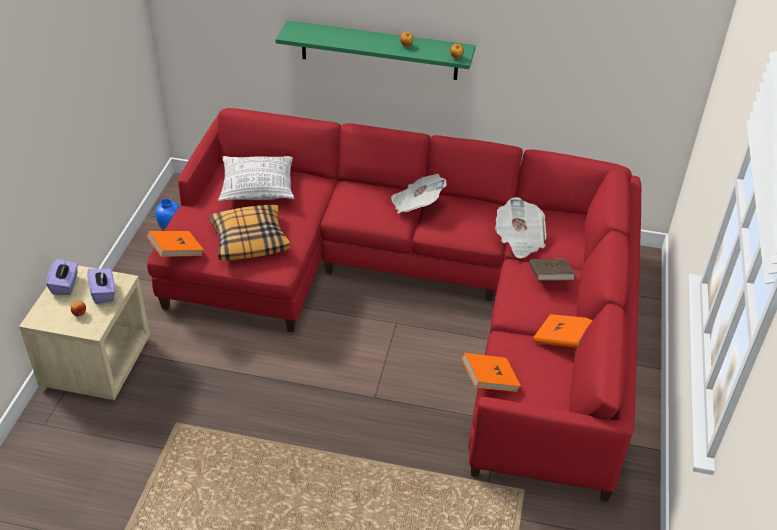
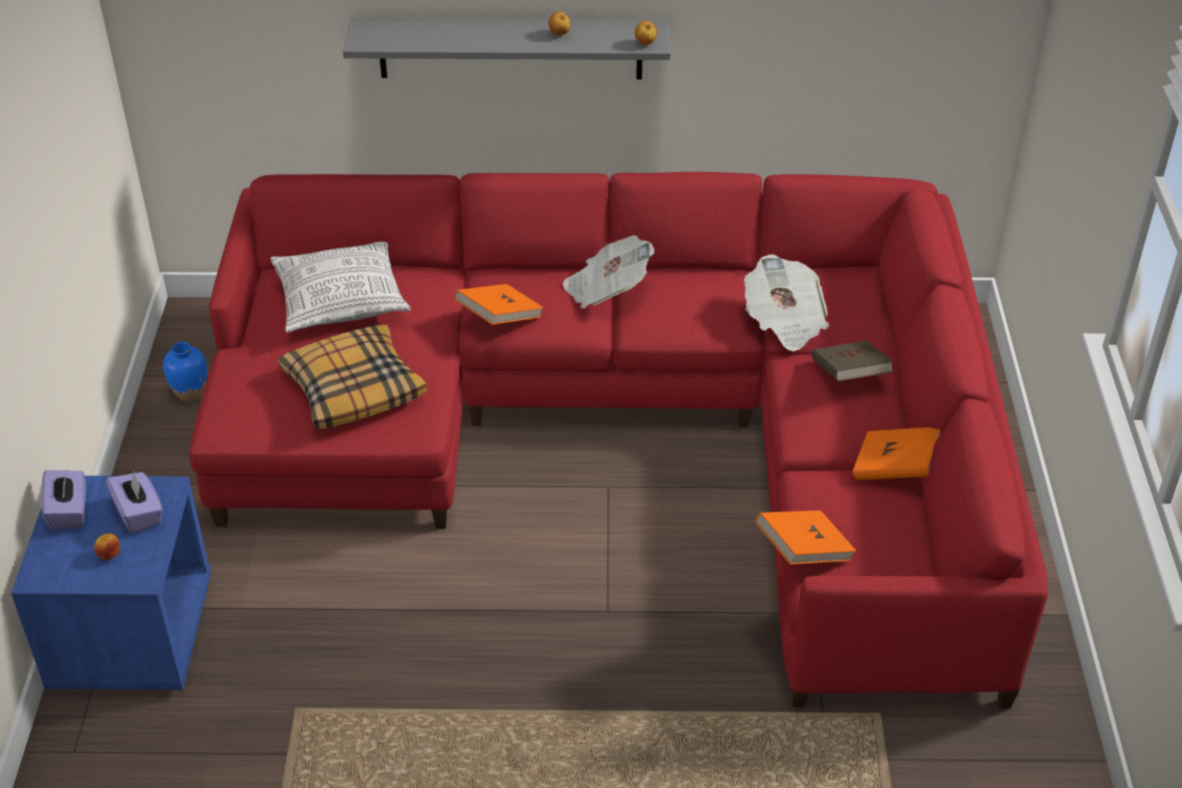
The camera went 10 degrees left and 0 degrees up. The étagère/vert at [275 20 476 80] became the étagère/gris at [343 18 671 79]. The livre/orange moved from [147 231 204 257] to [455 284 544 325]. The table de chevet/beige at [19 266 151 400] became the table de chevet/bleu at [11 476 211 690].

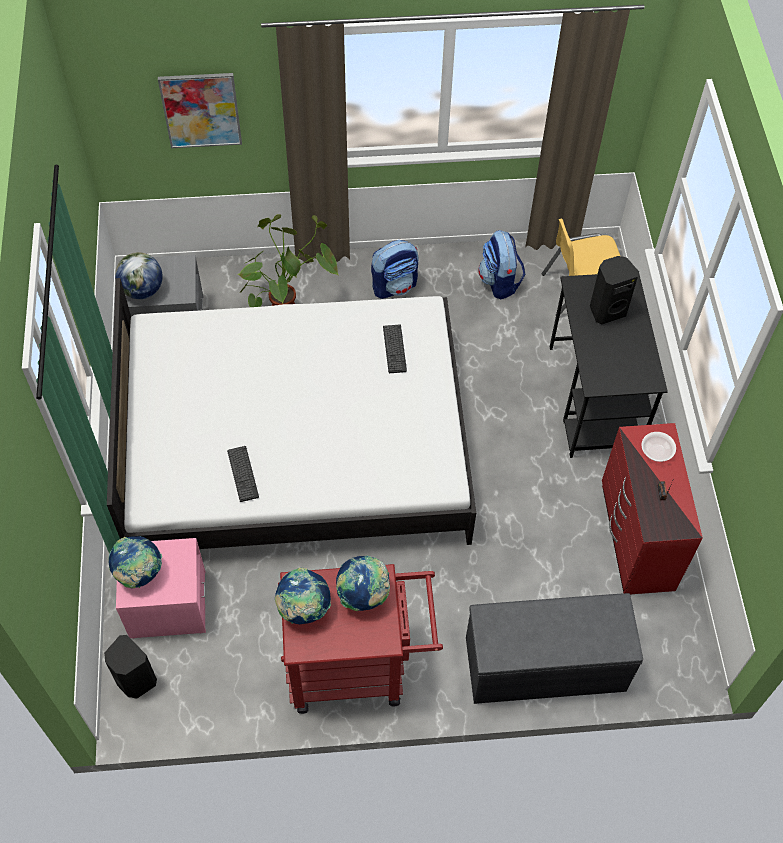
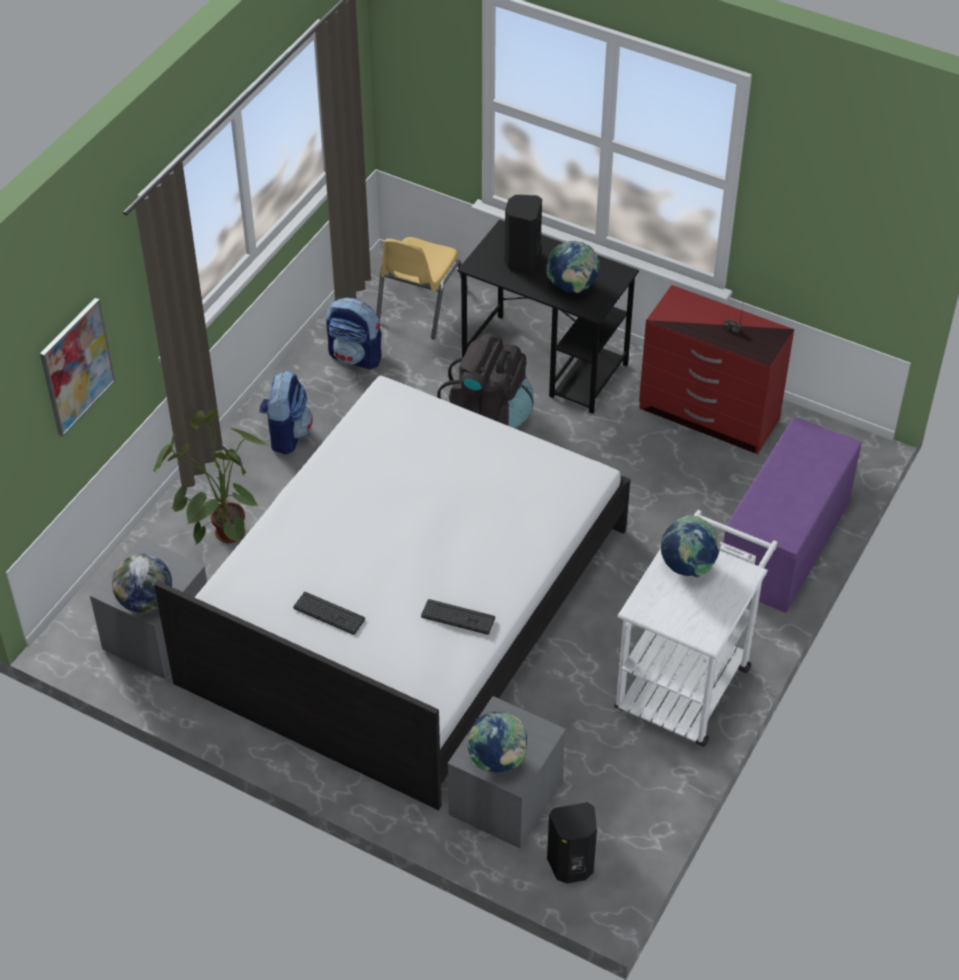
The camera went 55 degrees left and 10 degrees down. The clavier moved from [383 325 407 373] to [293 592 365 635]. The bol at [642 432 676 462] disappeared. The table de chevet/rose at [116 538 206 639] became the table de chevet/gris at [448 696 566 849]. The chariot/rouge at [278 564 443 714] became the chariot/blanc at [615 510 777 747]. The globe moved from [275 567 331 624] to [546 241 600 293]. The banc/gris at [466 593 643 704] became the banc/violet at [724 417 861 613]. The sac à dos/noir at [437 333 534 428] appeared.

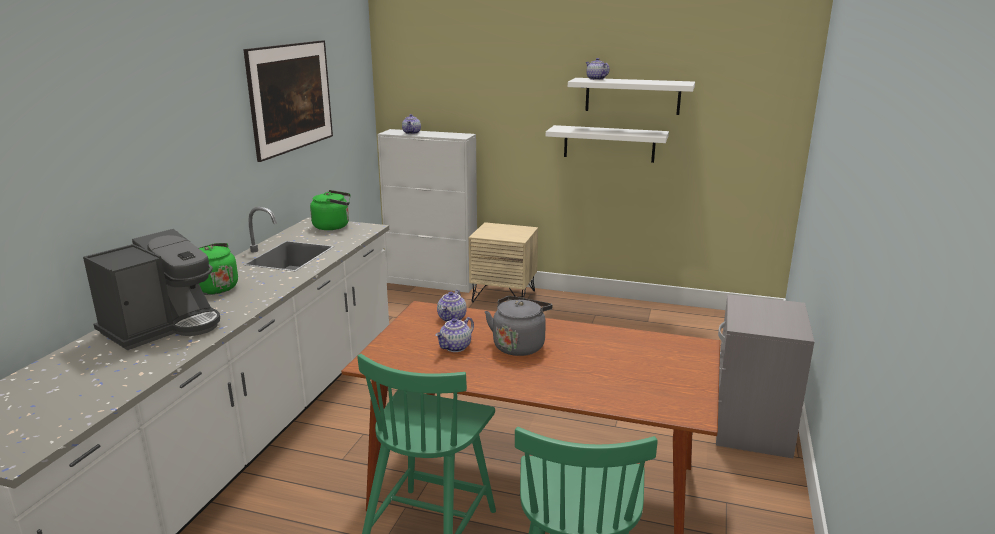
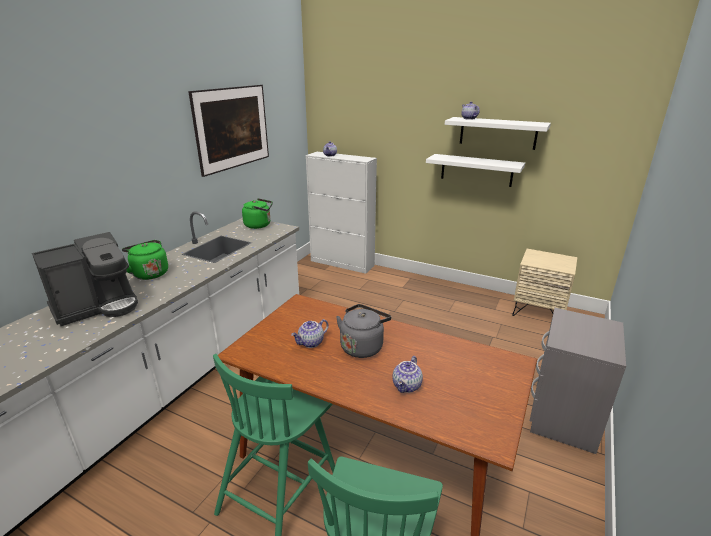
The camera went 10 degrees right and 5 degrees up. The table de chevet/beige moved from [469 222 538 302] to [512 249 577 316]. The théière moved from [437 290 467 322] to [392 356 423 393].

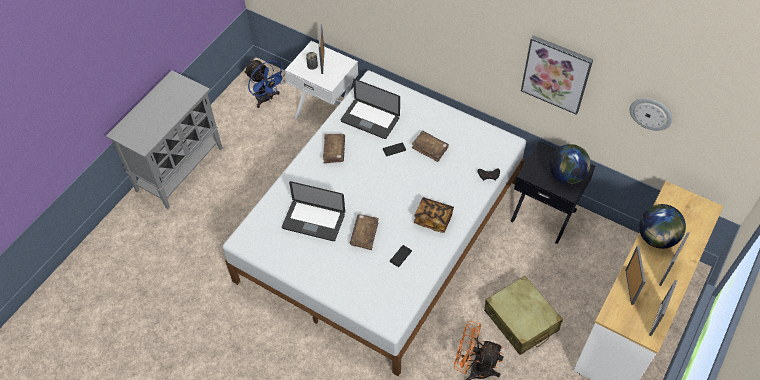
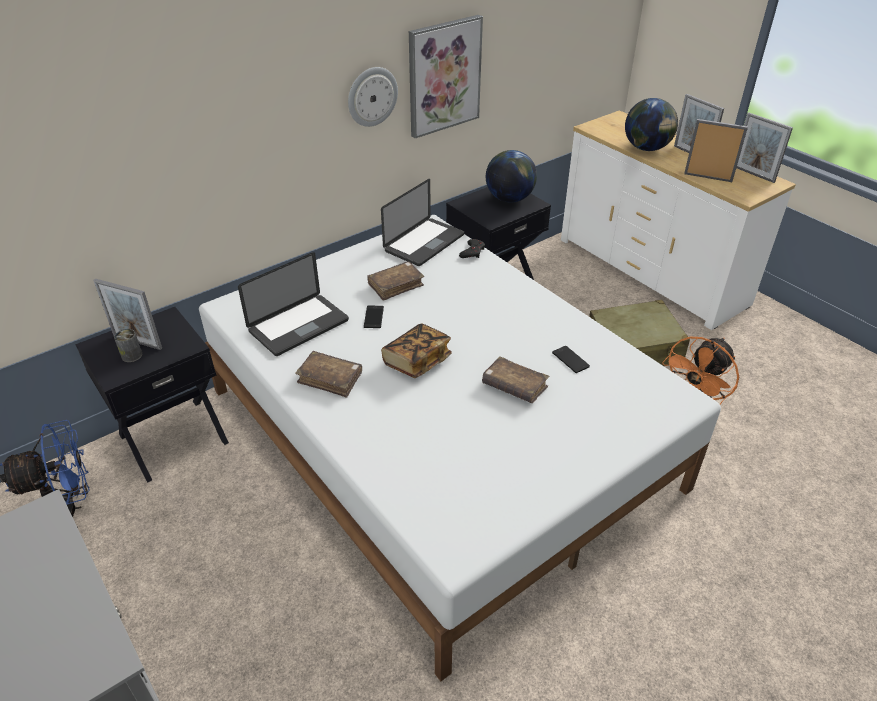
The camera went 70 degrees left and 15 degrees down. The table de chevet/blanc at [285 41 358 119] became the table de chevet/noir at [76 307 229 482]. The horloge murale moved from [630 98 673 131] to [348 67 398 127]. The ordinateur portable moved from [282 181 345 241] to [381 179 464 266]. The livre moved from [414 197 454 233] to [381 323 452 378].

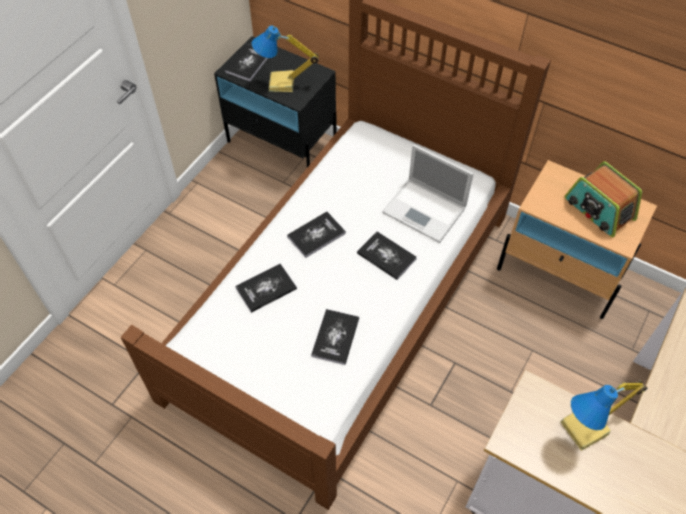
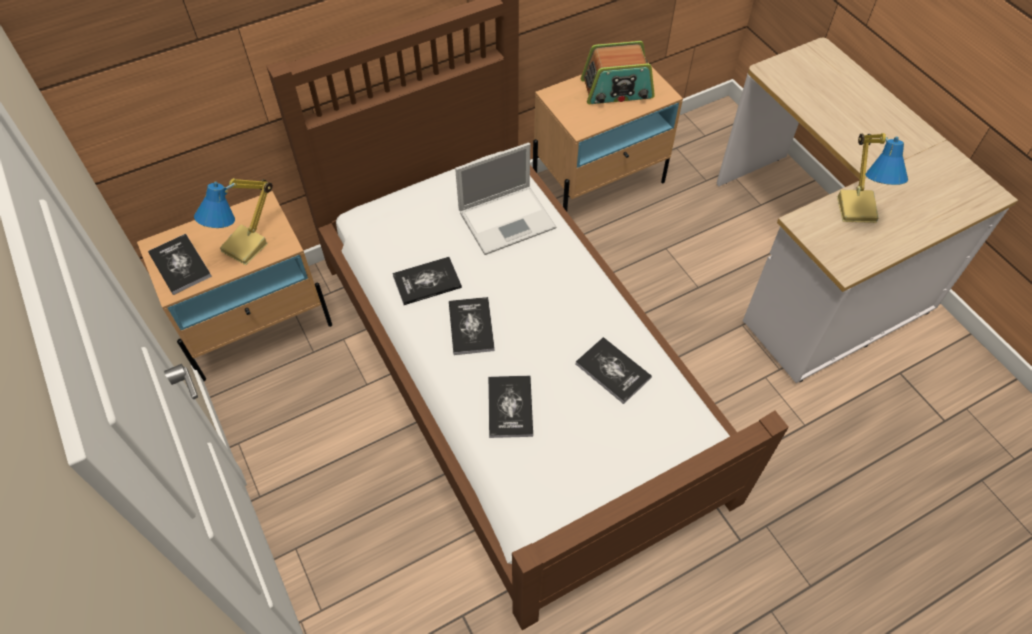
The camera went 60 degrees left and 0 degrees up. The table de chevet/noir at [214 36 337 167] became the table de chevet/beige at [137 191 332 381]. The livre moved from [357 231 417 280] to [392 257 462 305].

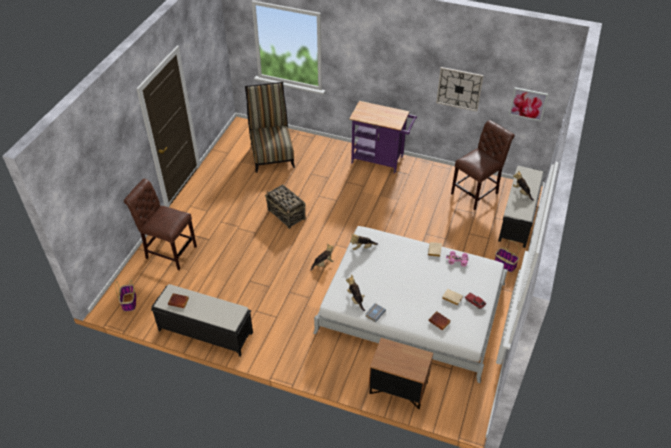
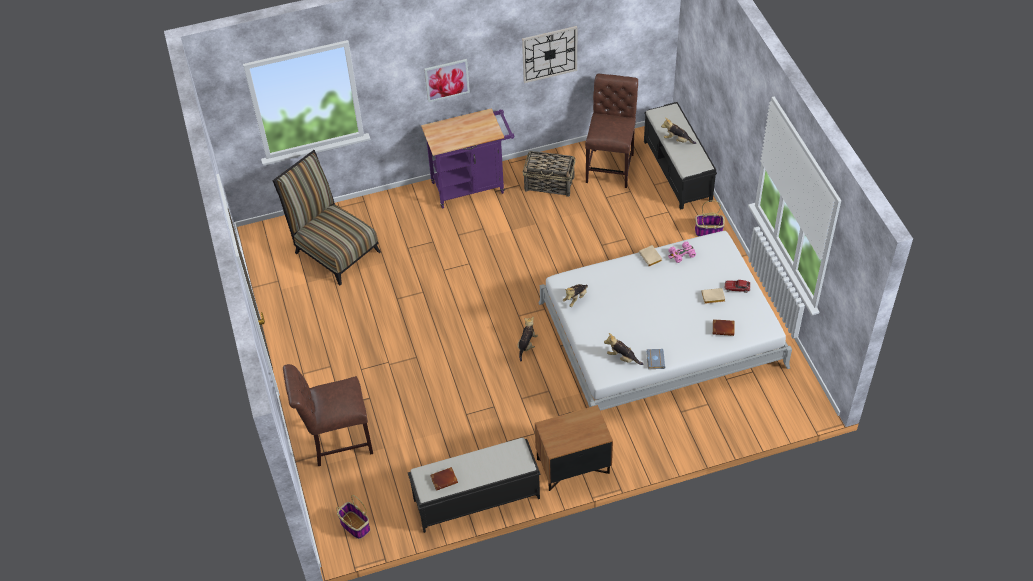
The camera went 35 degrees left and 5 degrees up. The tableau moved from [509 87 548 121] to [424 59 470 102]. The panier moved from [265 184 306 229] to [523 151 575 197]. The table de chevet/marron moved from [369 338 433 409] to [535 405 613 491].

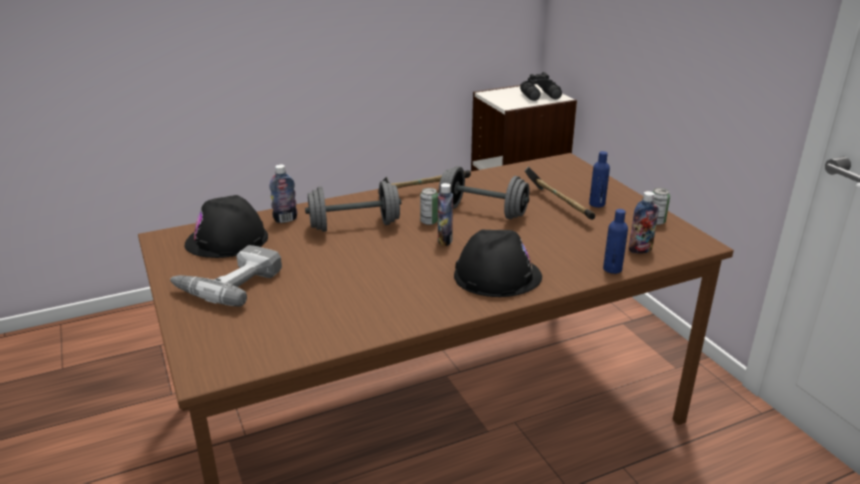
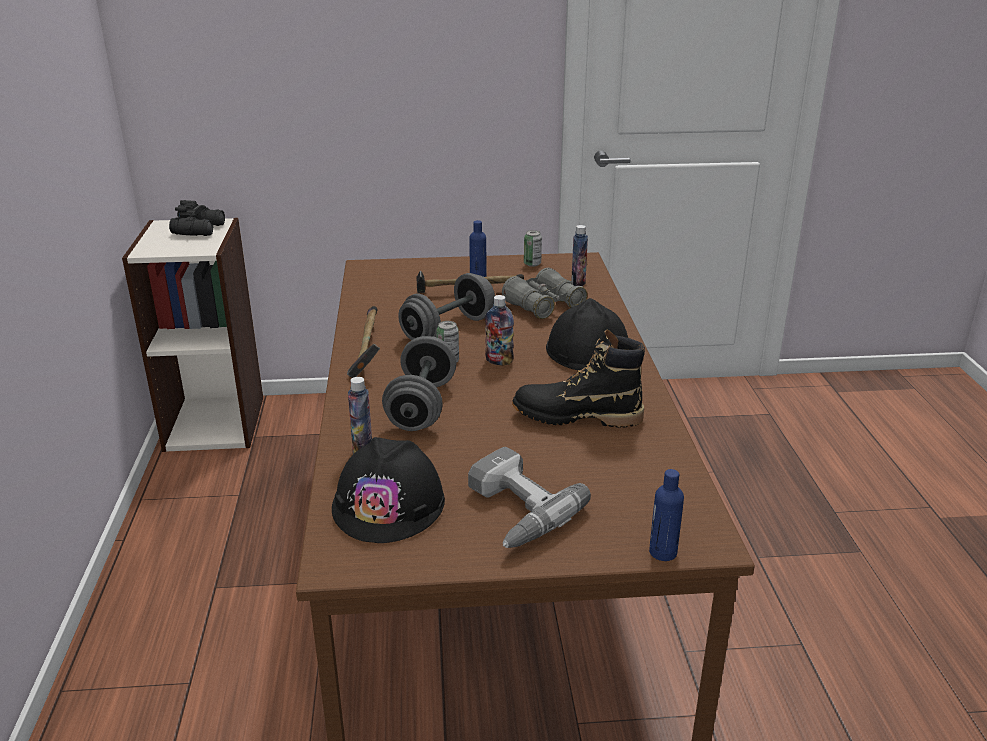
The camera went 70 degrees left and 0 degrees up. The bouteille/bleu moved from [603 209 628 274] to [649 469 684 561]. The jumelles/gris at [502 268 587 319] appeared. The botte/noir at [512 330 645 428] appeared.

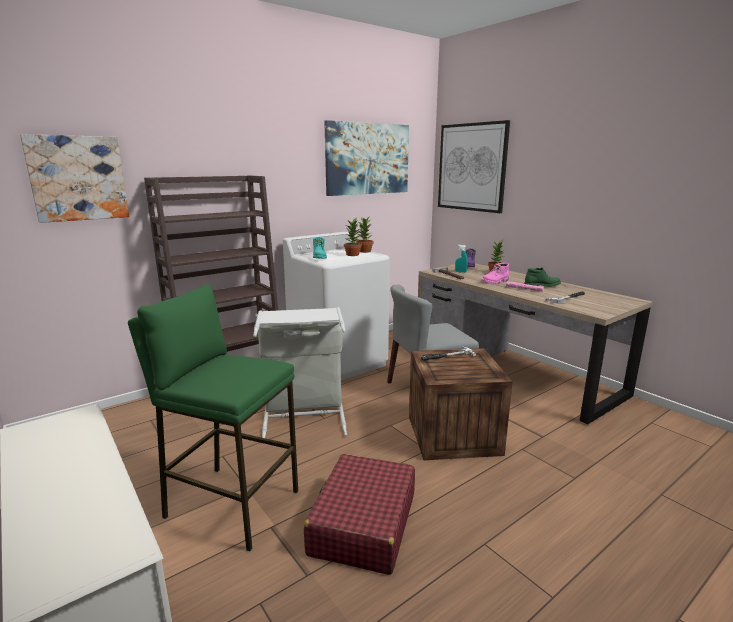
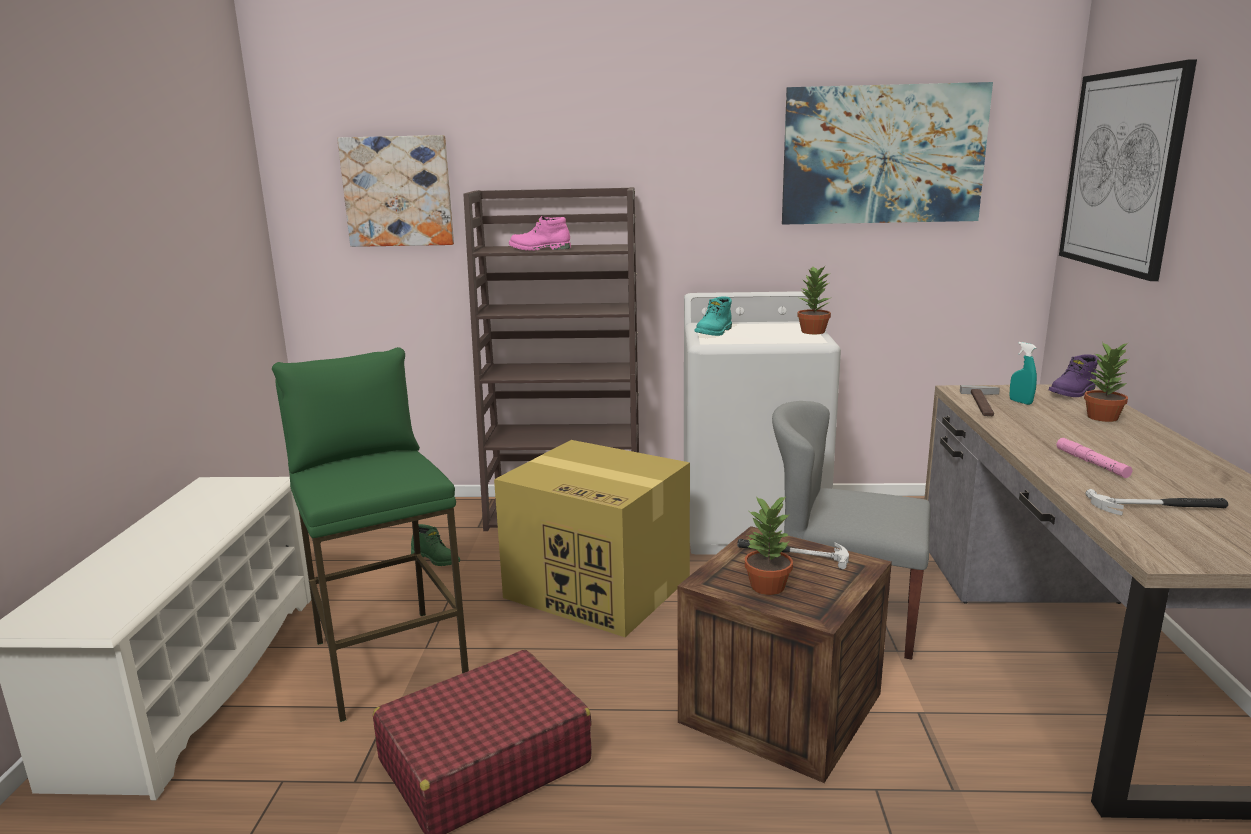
The camera went 40 degrees right and 0 degrees up. The plante en pot moved from [344 218 362 256] to [745 495 793 595]. The botte/rose moved from [481 263 509 284] to [509 216 571 251]. The botte/vert moved from [524 268 561 287] to [411 524 460 566]. The panier à linge/gris at [253 307 347 438] was replaced by the carton at [494 440 690 637].

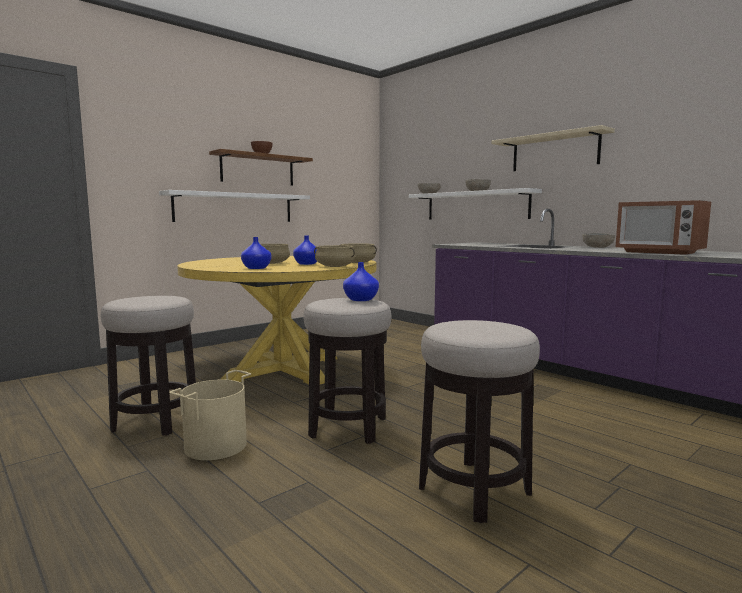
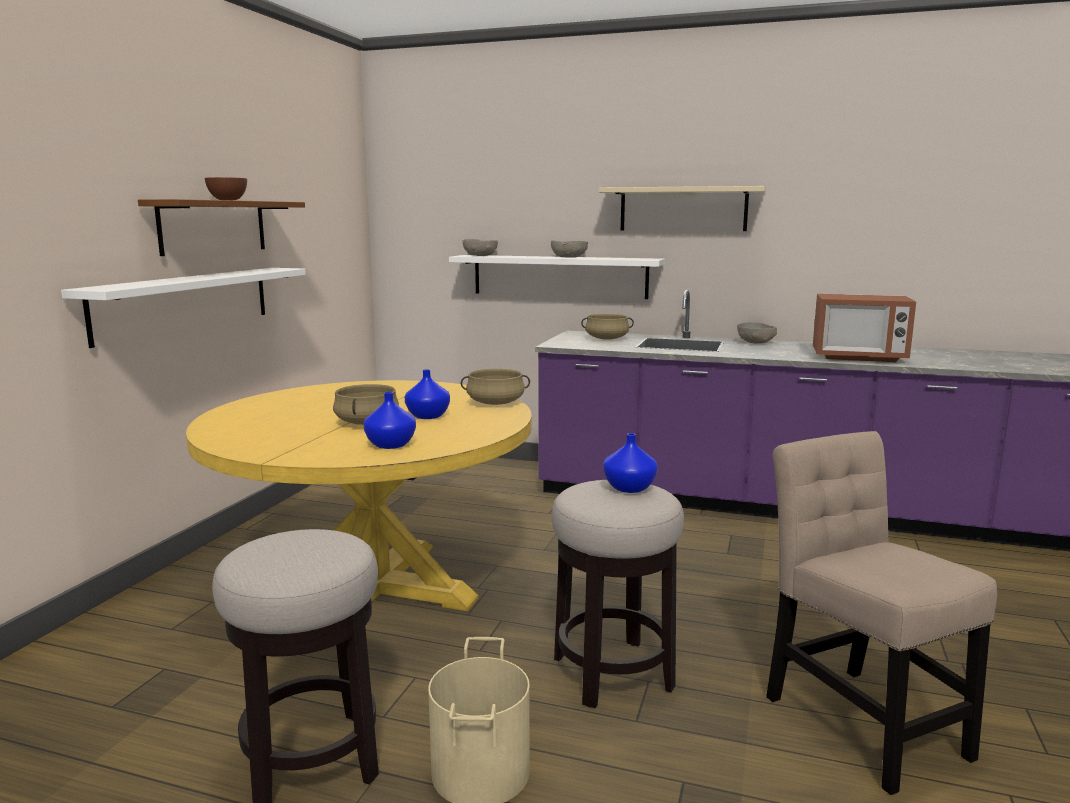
The camera went 30 degrees left and 5 degrees up. The marmite/beige moved from [314 245 355 267] to [581 314 634 340]. The tabouret at [419 320 540 523] was replaced by the chaise/beige at [766 431 997 795].

